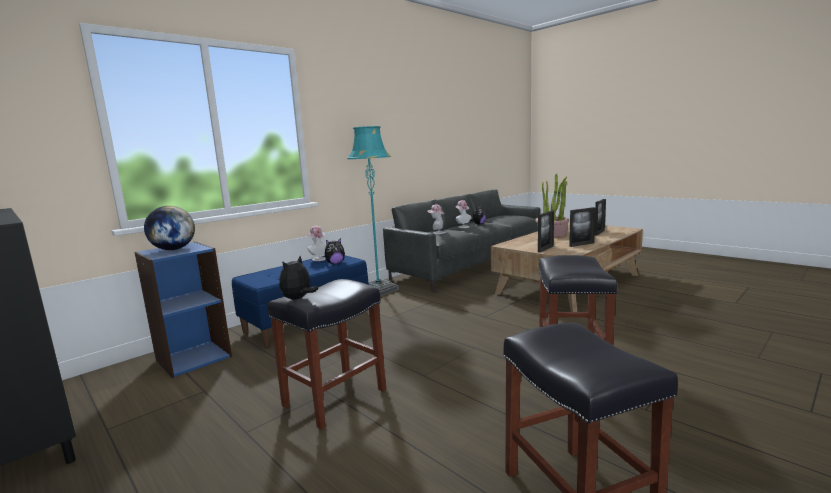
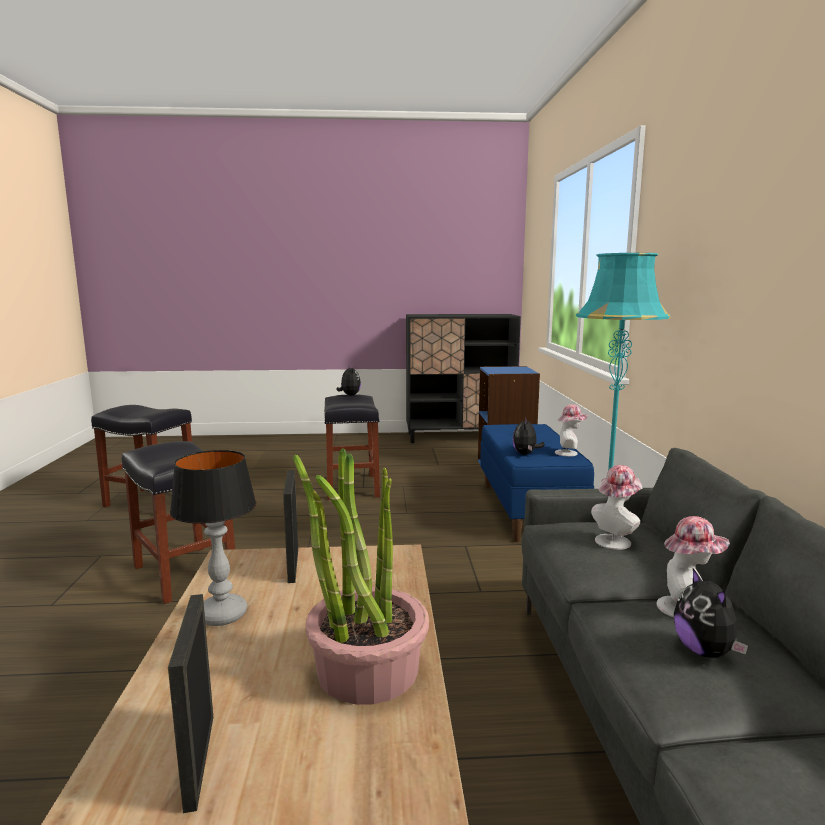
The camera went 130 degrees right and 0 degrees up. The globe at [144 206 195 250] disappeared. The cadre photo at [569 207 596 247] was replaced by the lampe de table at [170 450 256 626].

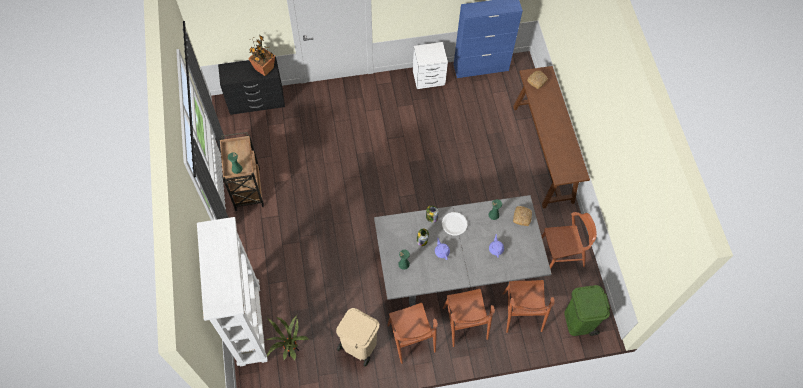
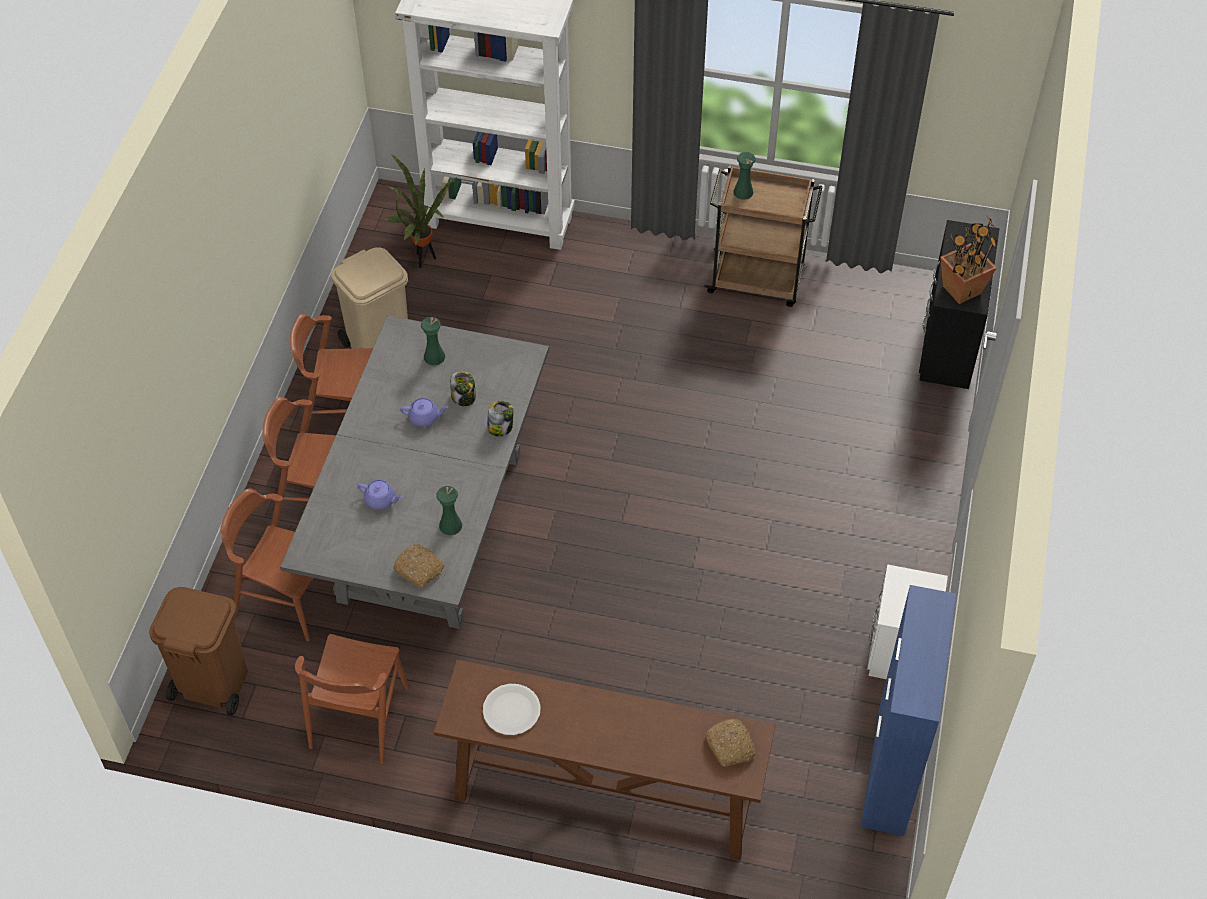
The camera went 115 degrees right and 10 degrees down. The assiette/blanc moved from [442 212 467 236] to [483 684 541 735]. The poubelle/vert at [564 285 610 336] became the poubelle/marron at [149 587 248 716].

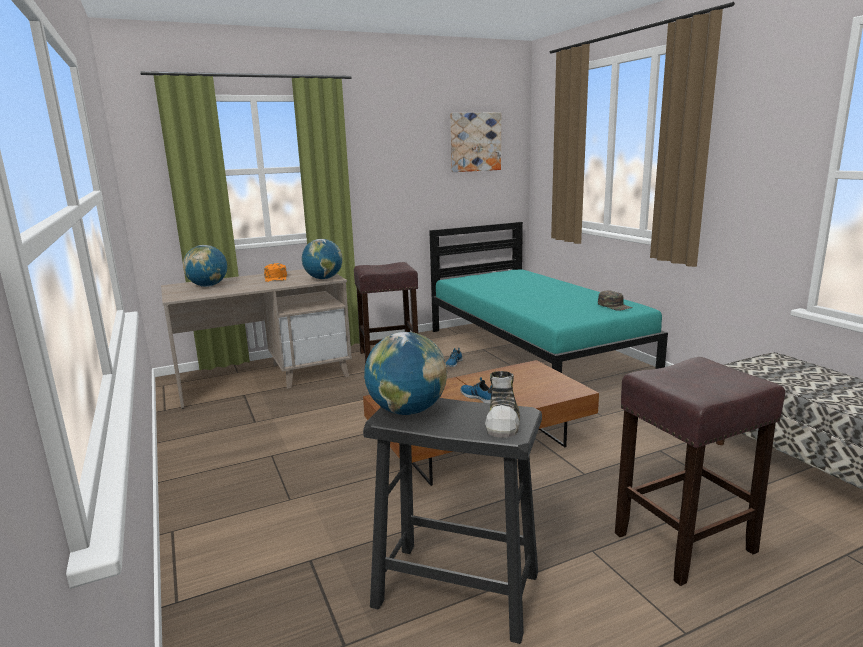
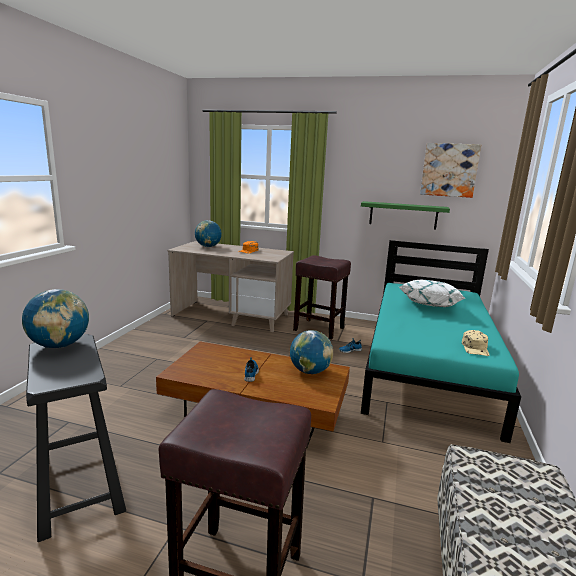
The camera went 40 degrees right and 0 degrees up. The globe moved from [302 239 343 279] to [290 330 333 374]. The casquette/vert at [598 290 632 311] became the casquette/beige at [462 330 489 356]. The chaussure at [485 371 520 438] disappeared. The étagère/vert at [361 201 450 229] appeared. The coussin/blanc at [399 280 465 307] appeared.

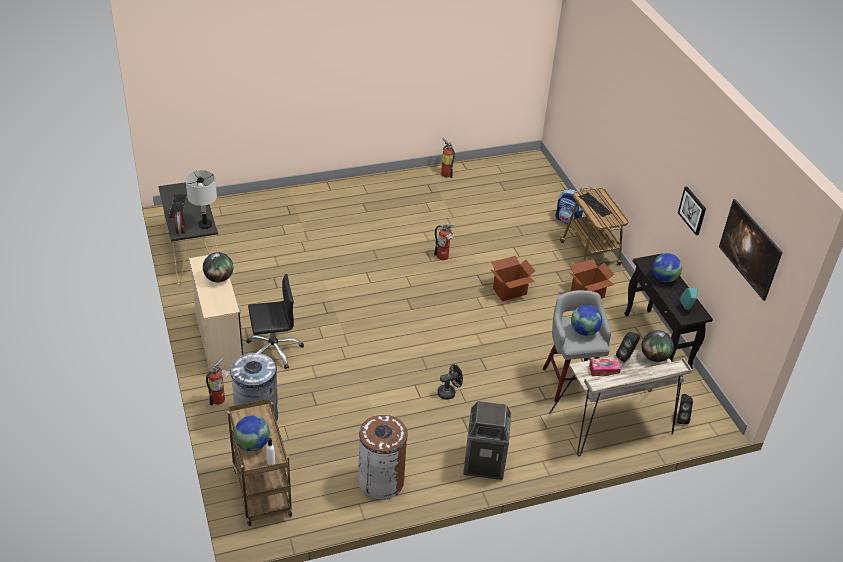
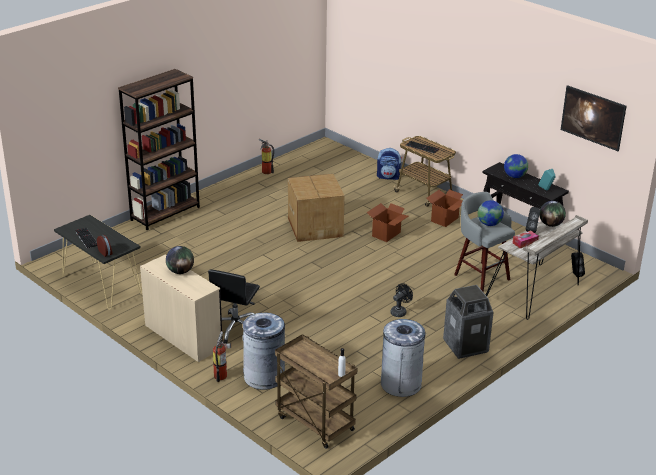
The camera went 25 degrees left and 10 degrees down. The lampe de table/gris at [185 170 217 229] disappeared. The tableau at [678 187 706 235] disappeared. The extincteur at [434 224 456 260] was replaced by the carton at [288 174 345 242]. The chaise de bureau/noir at [246 274 304 369] turned 150 degrees clockwise. The poubelle/marron at [358 415 408 500] became the poubelle/gris at [381 319 426 397]. The globe at [234 416 270 451] disappeared. The bibliothèque/marron at [118 69 200 230] appeared.

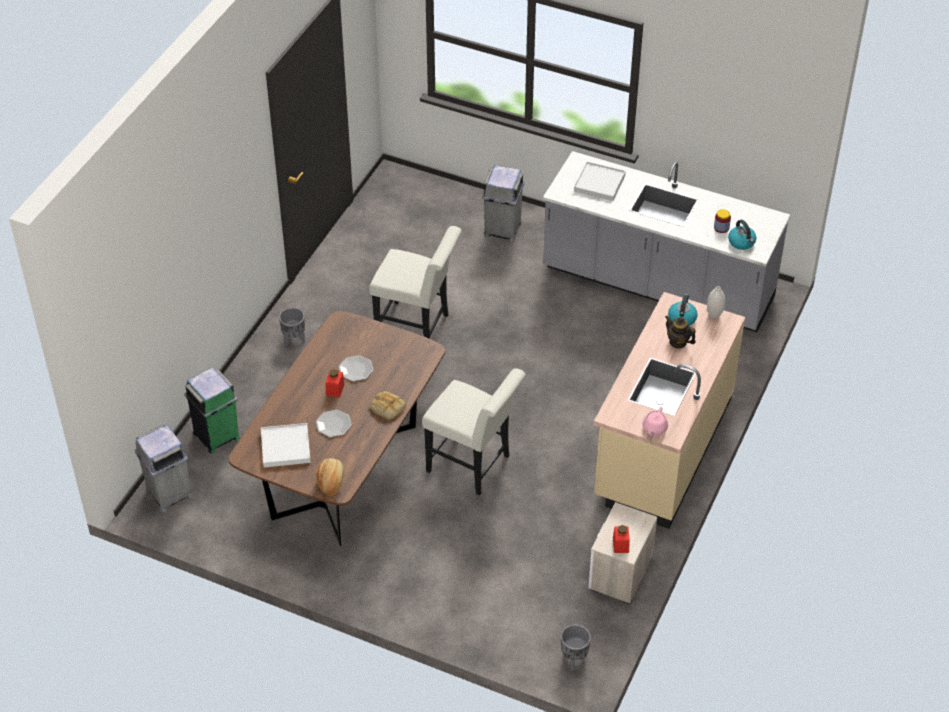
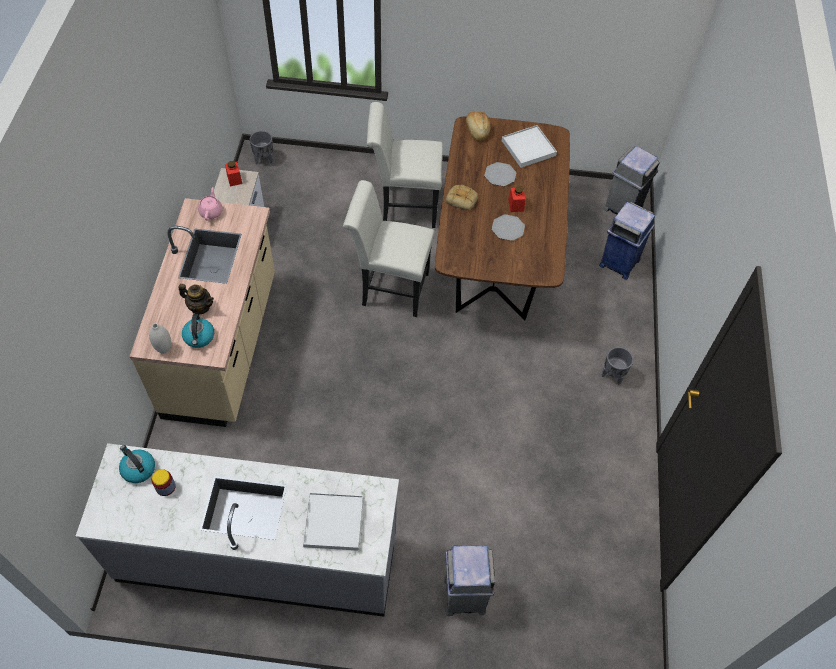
The camera went 160 degrees right and 10 degrees up. The chaise/blanc moved from [369 226 462 339] to [367 102 443 228]. The poubelle/vert at [184 368 240 454] became the poubelle/bleu at [599 202 655 280].

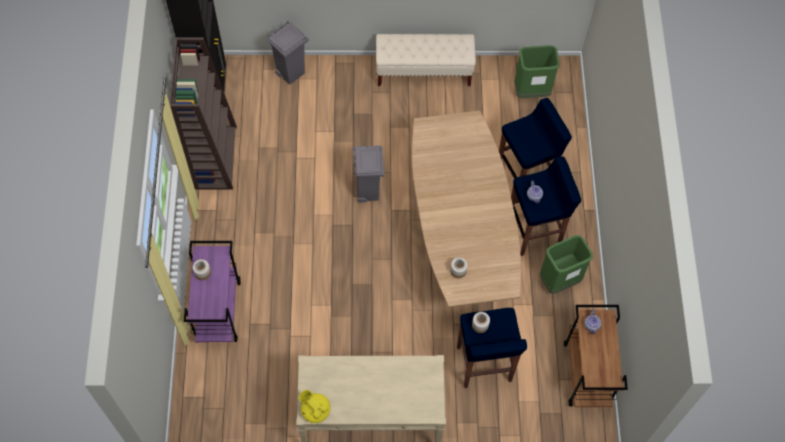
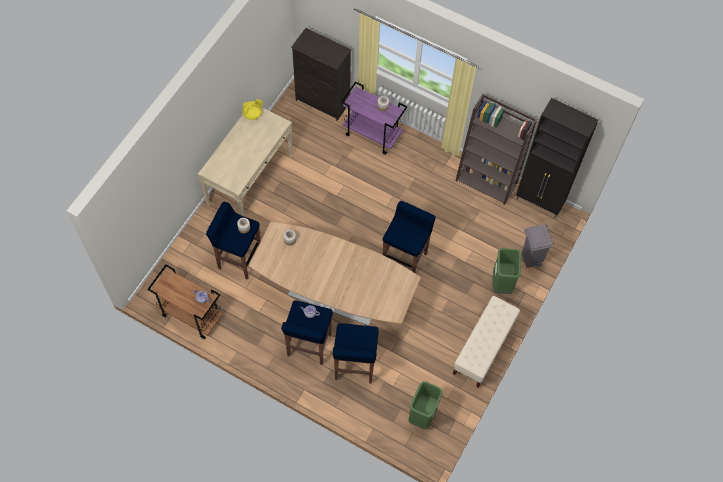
The camera went 120 degrees right and 0 degrees up. The poubelle/gris at [352 146 384 203] was replaced by the tabouret/bleu at [383 201 435 273]. The poubelle/vert moved from [540 235 593 294] to [493 248 521 294]. The commode/noir at [291 28 351 121] appeared.

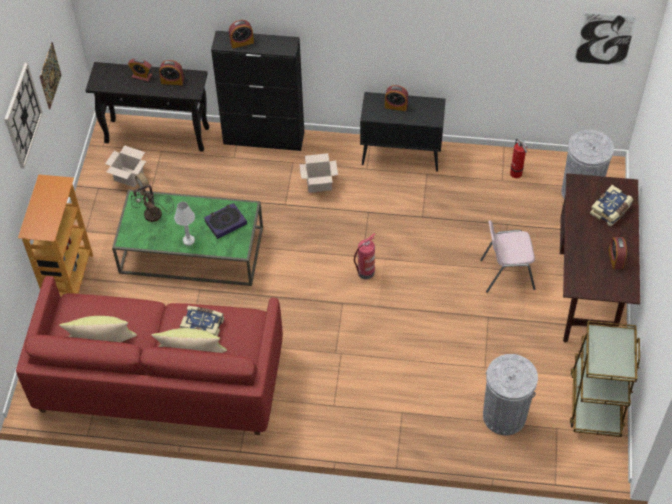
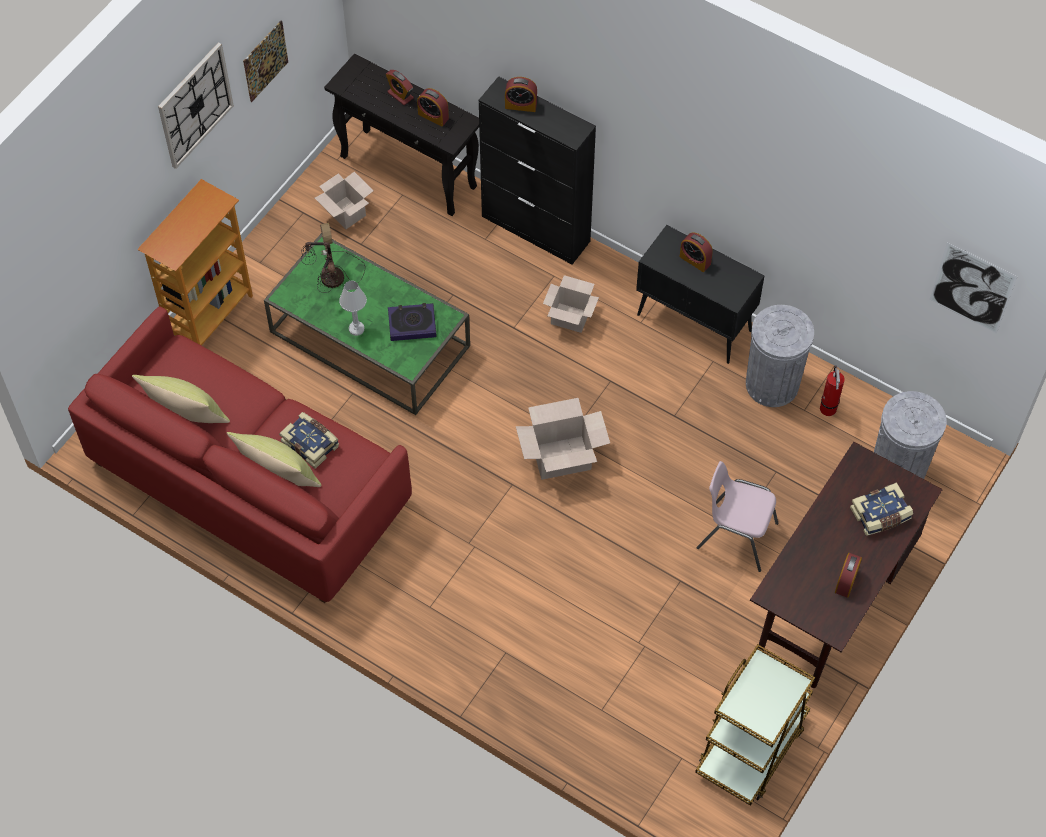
The camera went 25 degrees right and 5 degrees up. The extincteur at [354 233 376 279] was replaced by the carton at [516 398 610 480]. The poubelle/gris moved from [483 354 538 435] to [746 305 814 407].

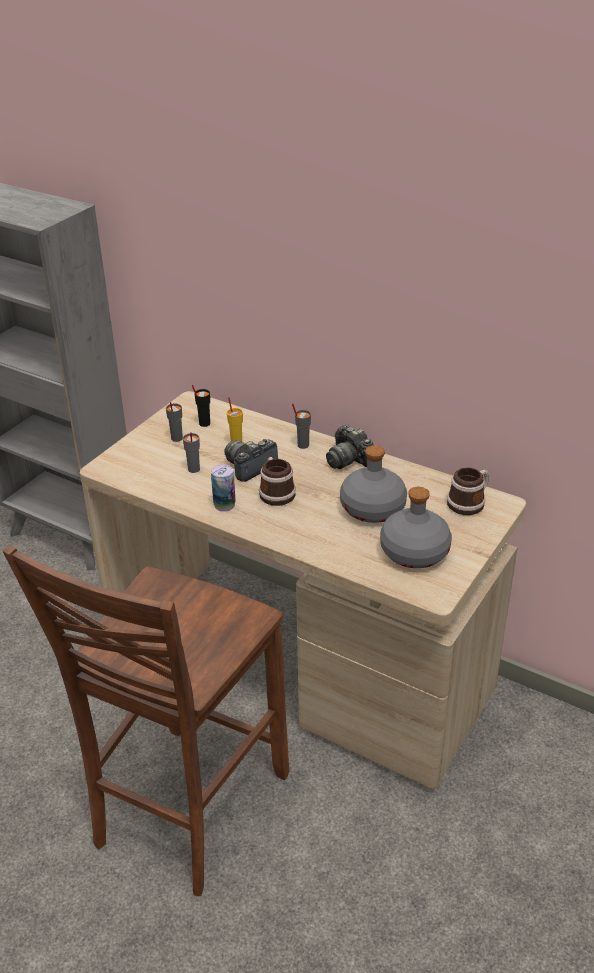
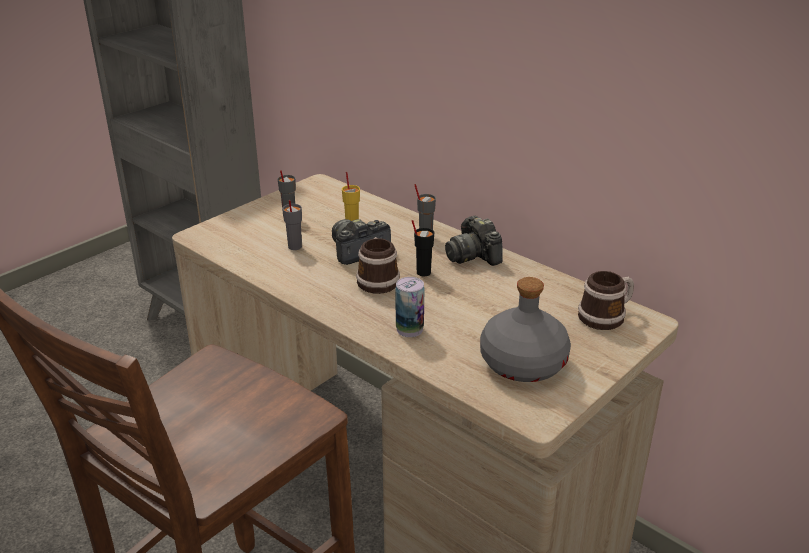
The camera went 10 degrees right and 5 degrees down. The tasse/noir moved from [192 385 210 427] to [412 220 434 276]. The bouteille/gris at [340 445 407 523] disappeared. The boîte métallique moved from [211 464 236 512] to [395 277 424 337].

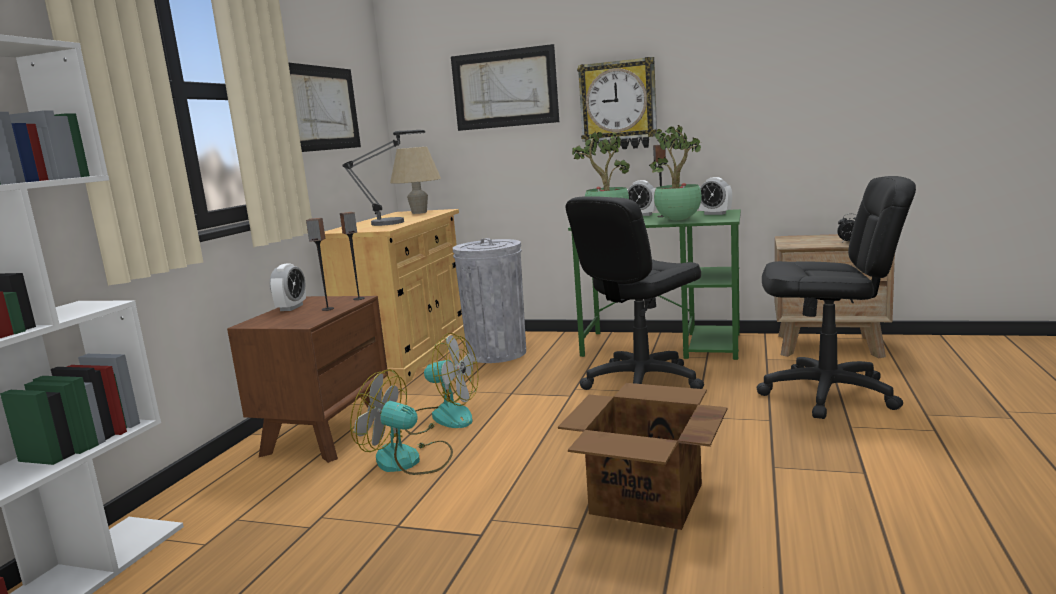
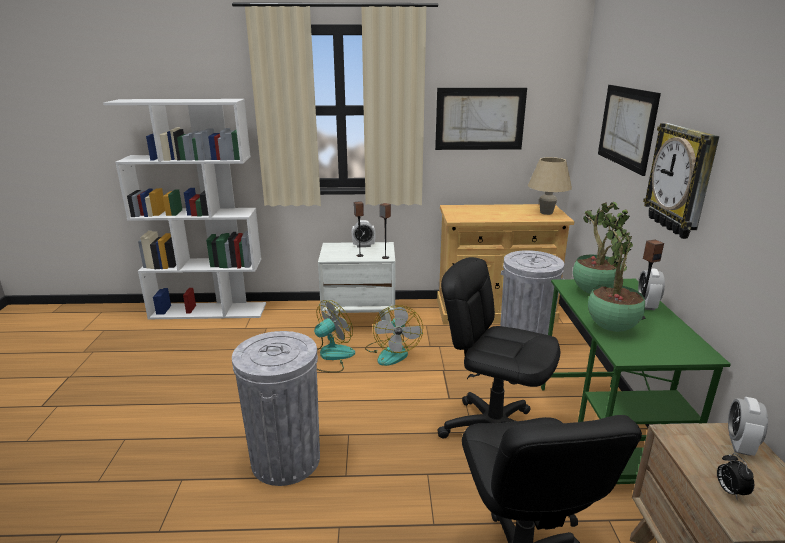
The camera went 70 degrees right and 10 degrees up. The lampe de table at [342 130 425 226] disappeared. The réveil moved from [699 177 732 215] to [728 397 768 456]. The table de chevet/marron at [227 296 388 463] became the table de chevet/blanc at [318 242 395 325]. The ventilateur at [350 369 453 475] turned 45 degrees clockwise. The carton at [558 383 727 530] was replaced by the poubelle/gris at [232 331 320 486].

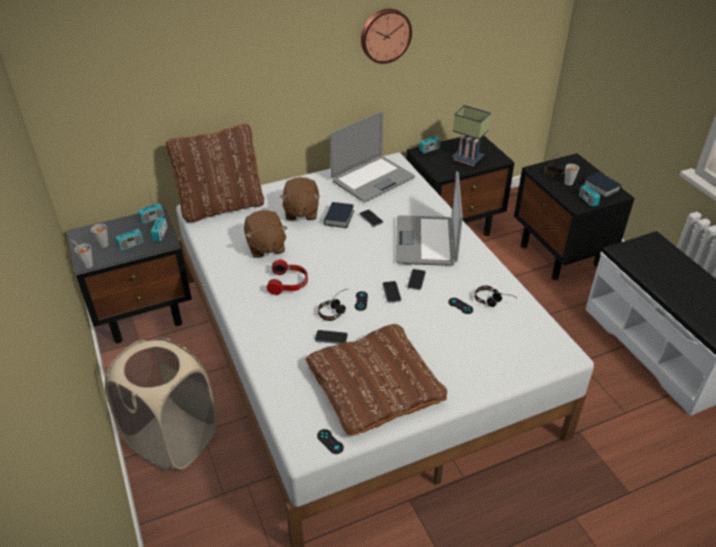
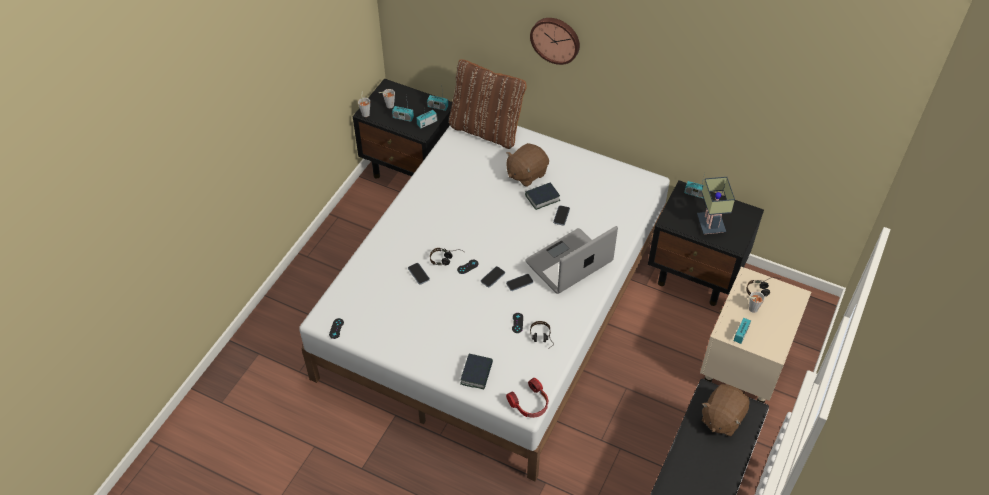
The camera went 50 degrees right and 10 degrees up. The horloge murale moved from [361 9 412 64] to [530 18 580 65]. The ordinateur portable at [330 112 415 202] disappeared. The table de chevet/noir at [514 153 635 280] became the table de chevet/beige at [700 267 811 403]. The livre moved from [583 172 622 198] to [460 354 493 389]. The peluche/marron moved from [244 210 287 258] to [702 384 750 436]. The casque audio moved from [267 259 308 295] to [506 378 548 418]. The coussin/marron at [305 324 447 435] disappeared. The panier à linge/beige at [105 337 217 472] disappeared.

